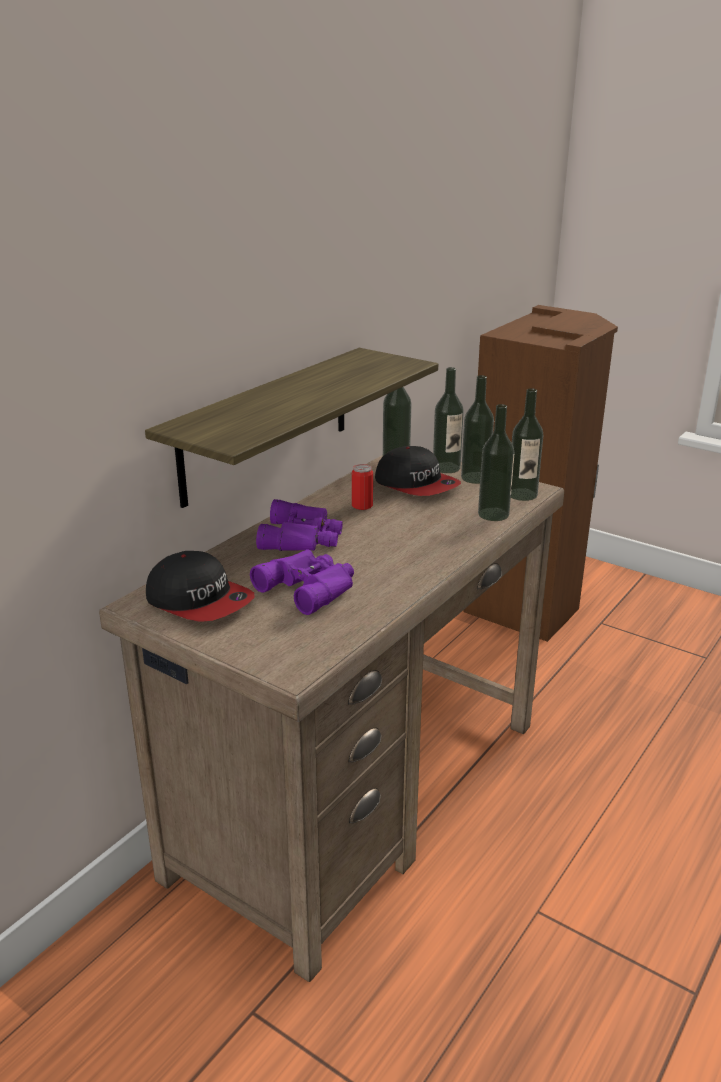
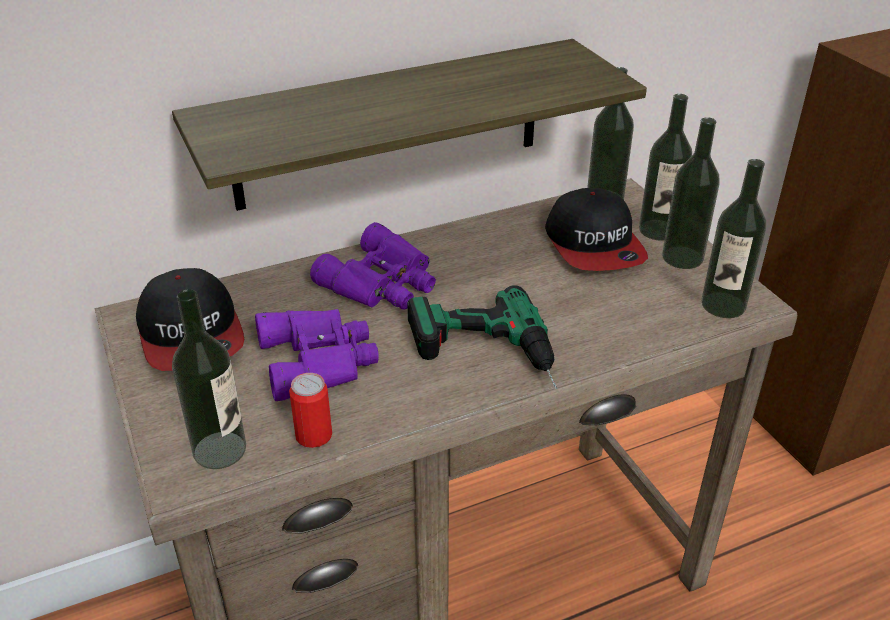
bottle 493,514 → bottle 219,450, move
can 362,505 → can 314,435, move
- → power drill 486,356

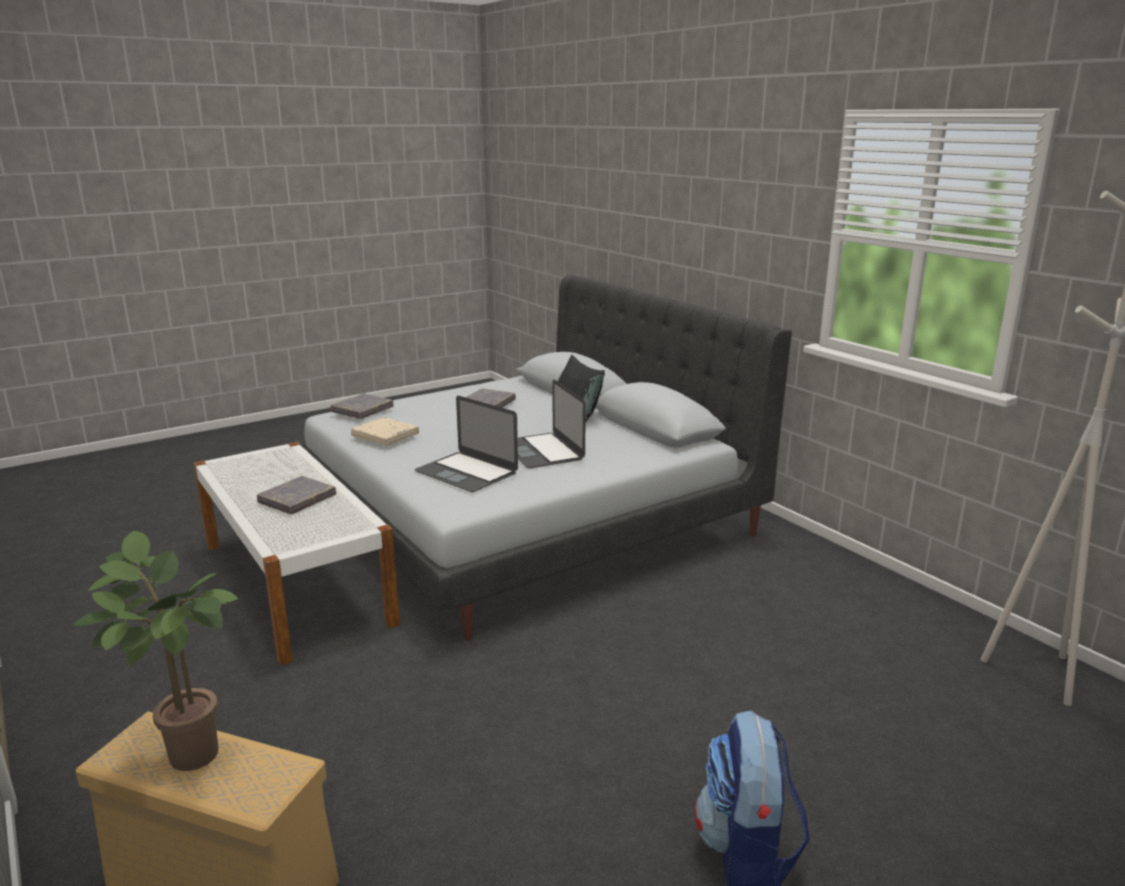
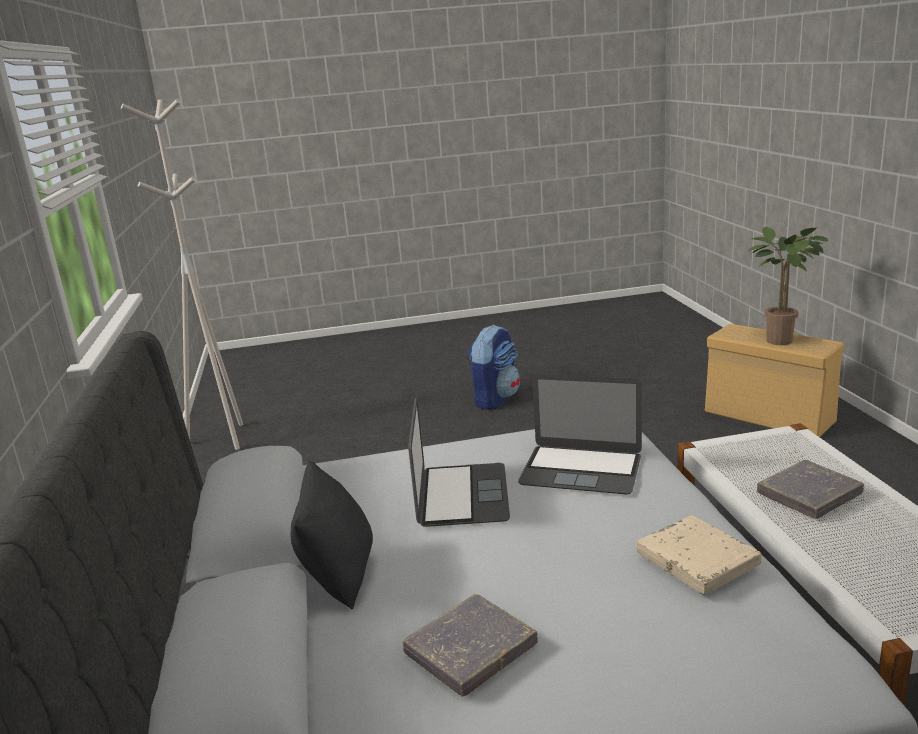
laptop 466,472 → laptop 581,469, 135 degrees clockwise
book/grey 362,410 → -

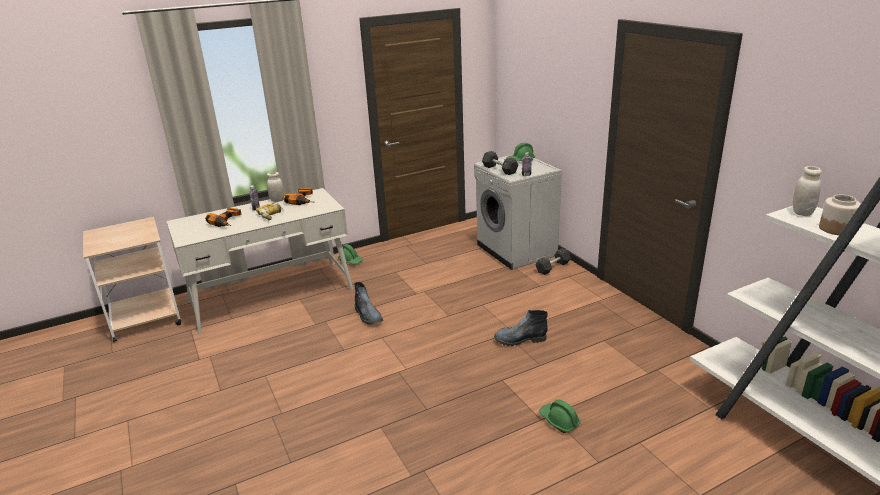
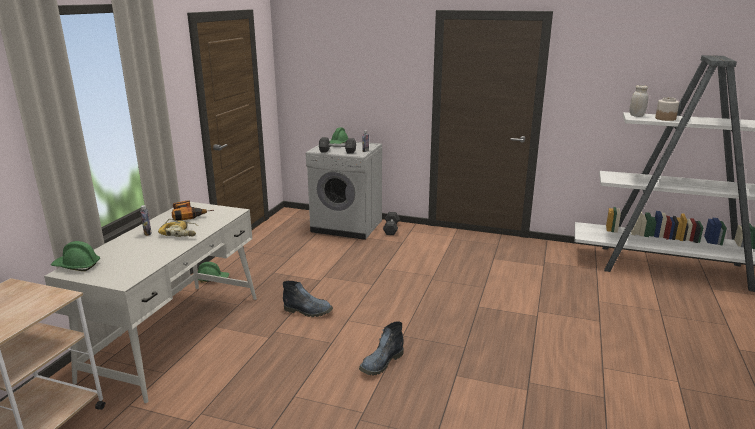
hard hat/green 559,421 → hard hat/green 76,266, move
boot 519,340 → boot 381,363, move
power drill 227,222 → -
jar/white 277,200 → -

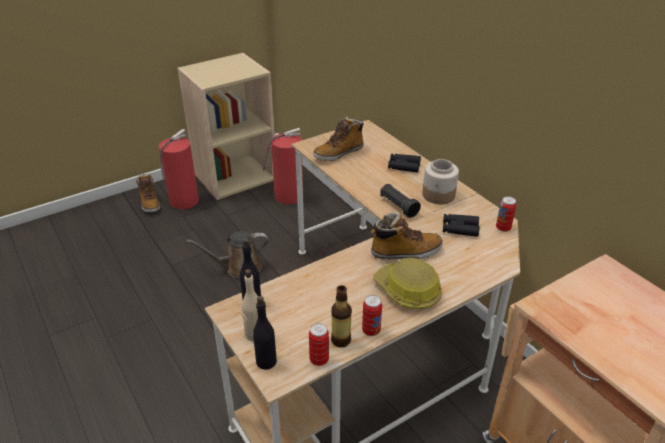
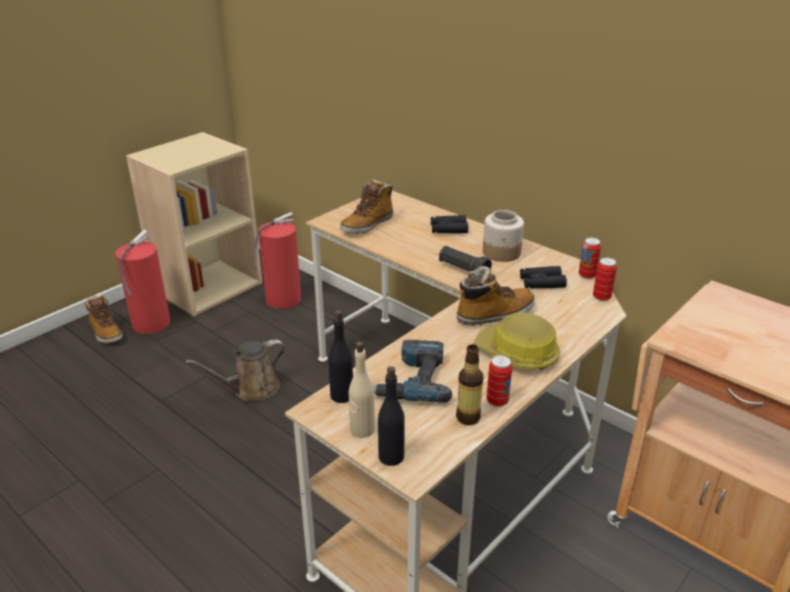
- → power drill 412,380
can 319,360 → can 601,297, move

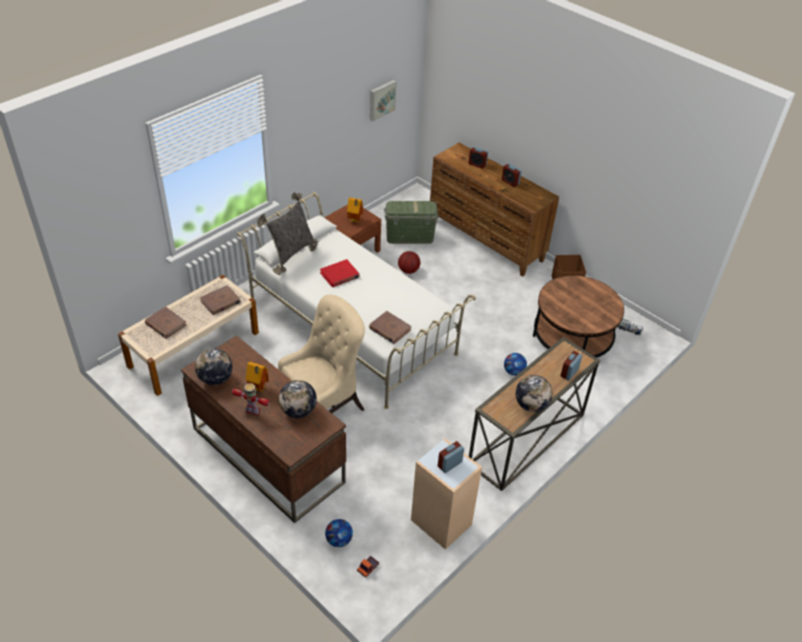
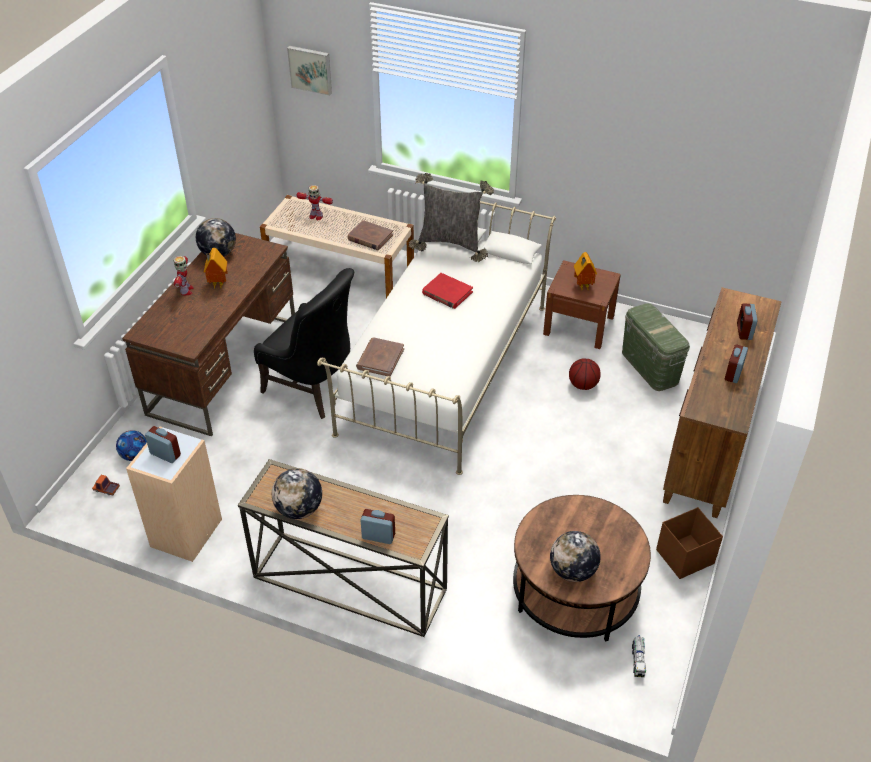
chair/beige 324,404 → chair/black 314,384
picture 381,100 → picture 311,69, move
book/brown 165,324 → toy robot 315,216
globe 298,411 → globe 572,571, move
football 513,371 → -

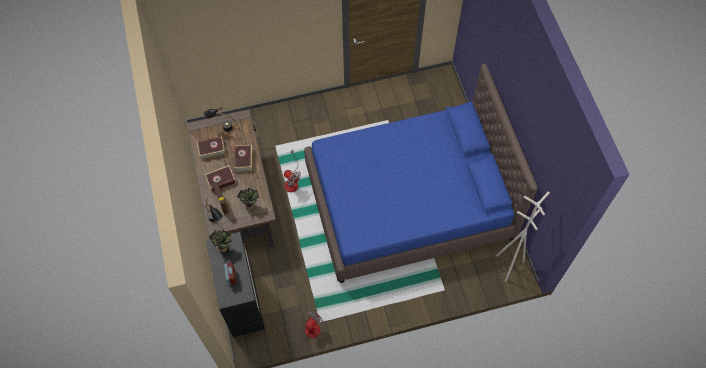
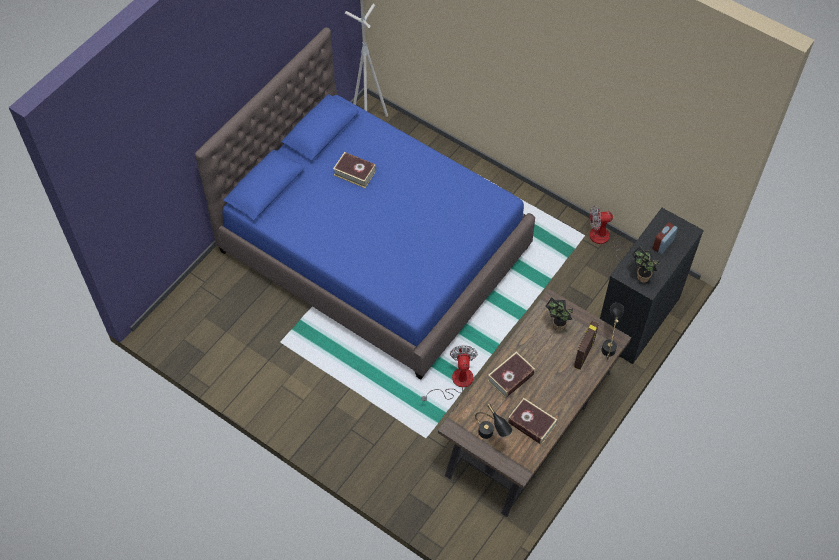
book 221,180 → book 355,173, move

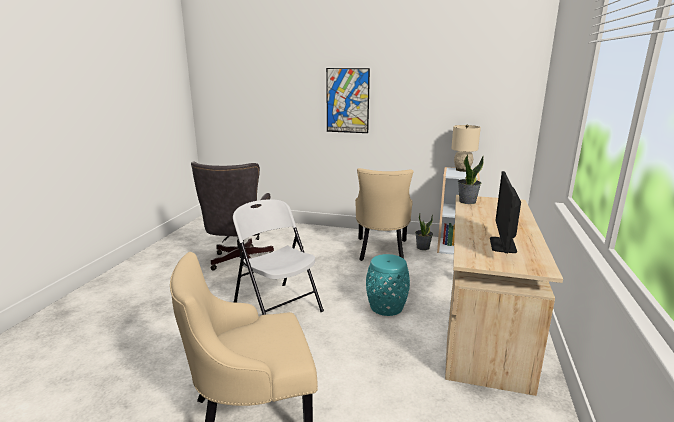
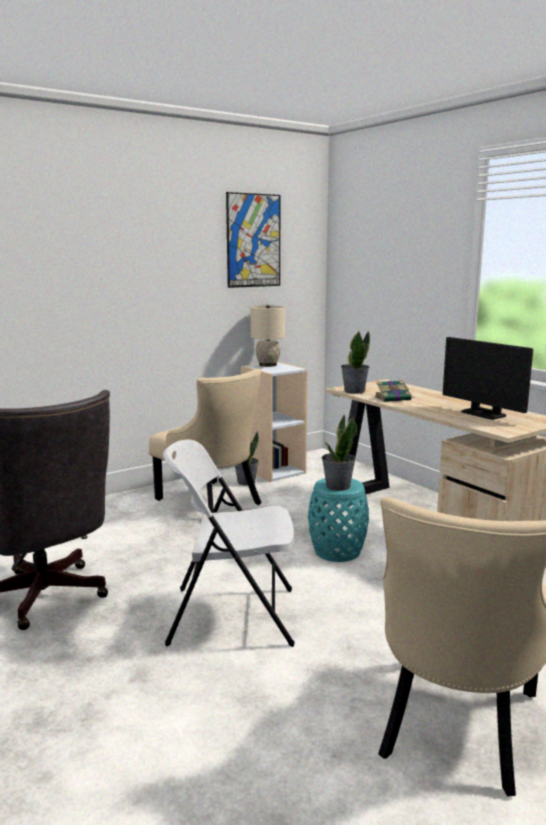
picture 347,101 → picture 253,240, move
- → potted plant 337,486
- → book 393,398

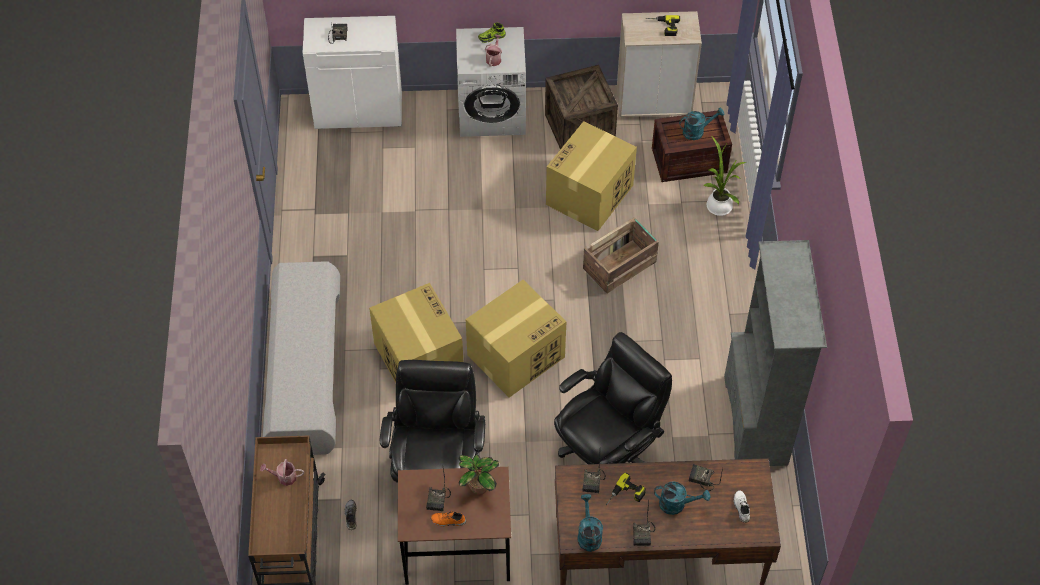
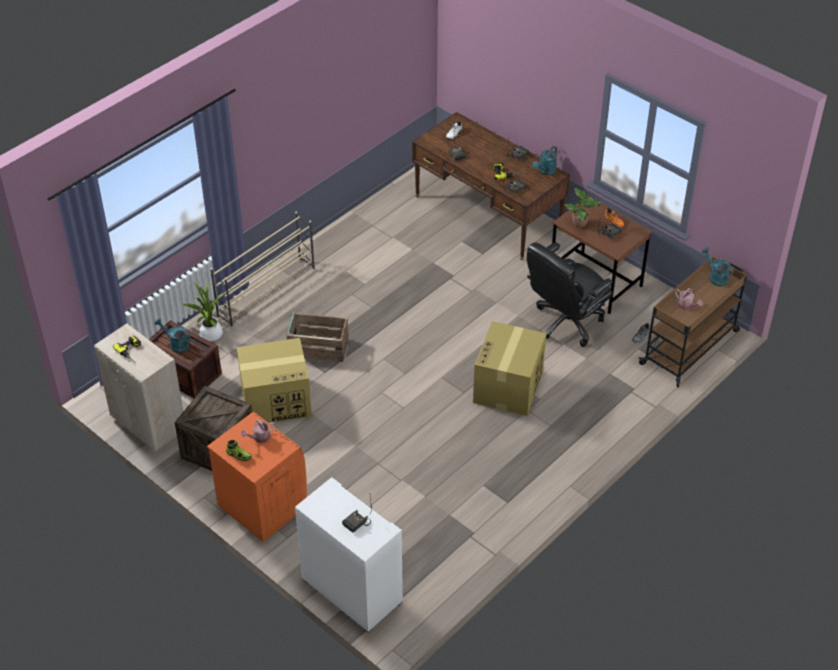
washing machine/white 492,115 → washing machine/orange 262,506
- → shoe rack/beige 267,292
watering can/turquoise 677,504 → watering can/turquoise 715,277, move
bench/grey 304,369 → -
cardboard box 516,355 → -
office chair/black 607,450 → -
bookcase/grey 756,420 → -

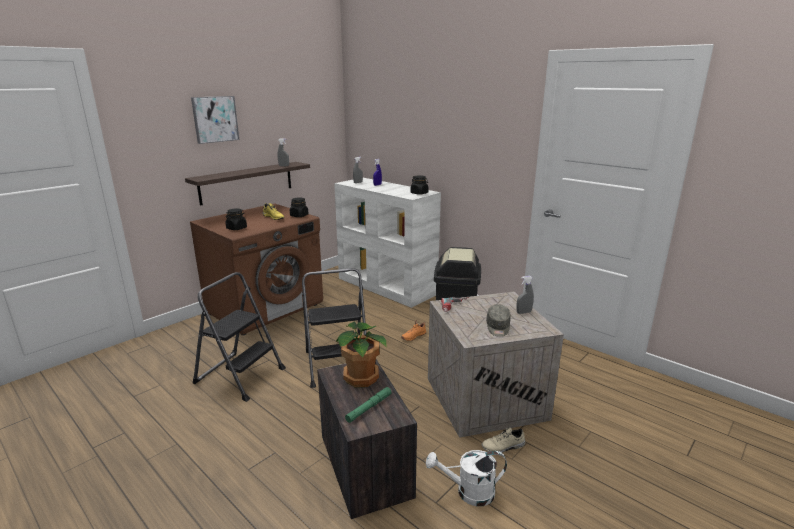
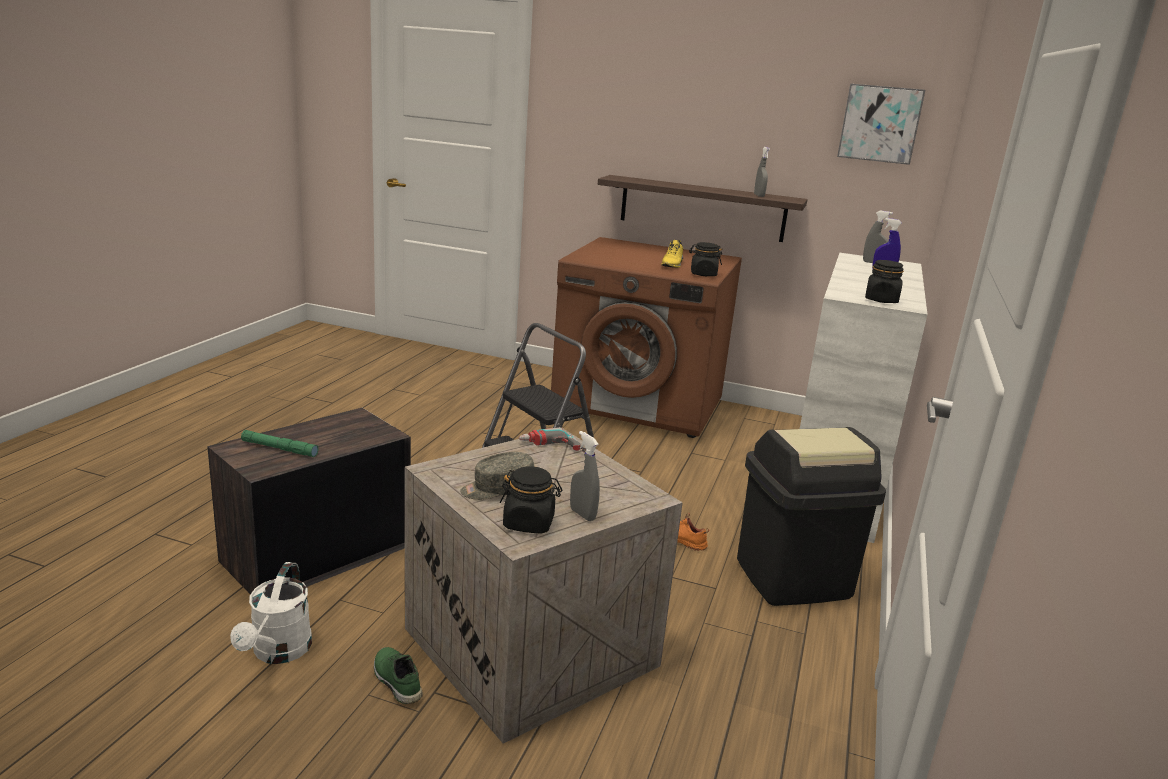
watering can/white 468,492 → watering can/white 278,653, 150 degrees counterclockwise
shoe/beige 503,447 → shoe/green 396,681
jar/black 236,228 → jar/black 529,523, move
picture 215,119 → picture 880,123, move
step ladder/black 237,374 → -
potted plant 362,377 → -

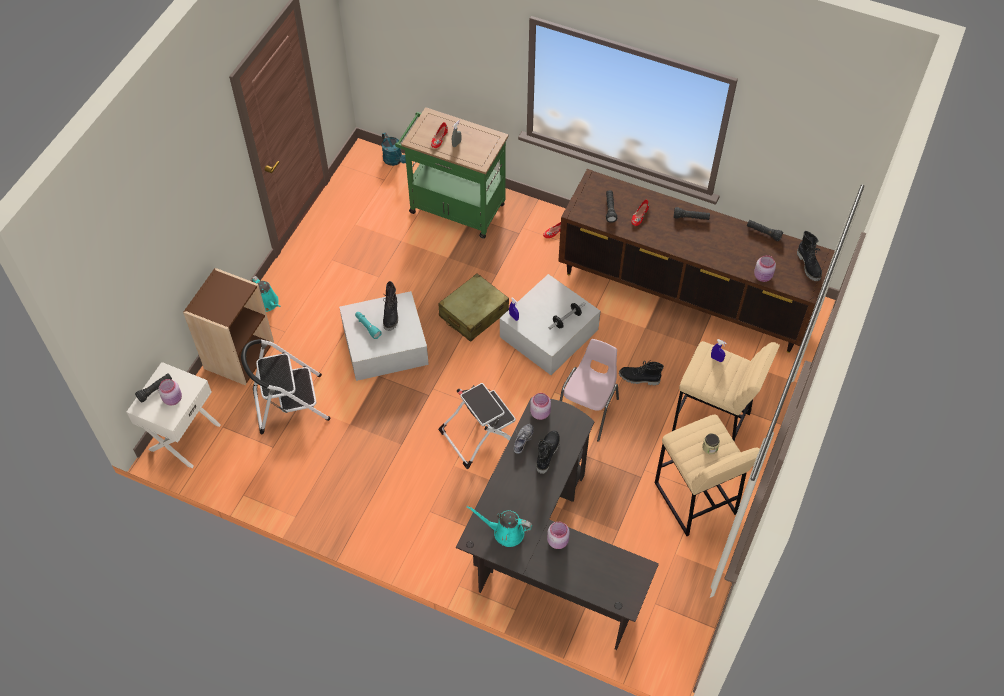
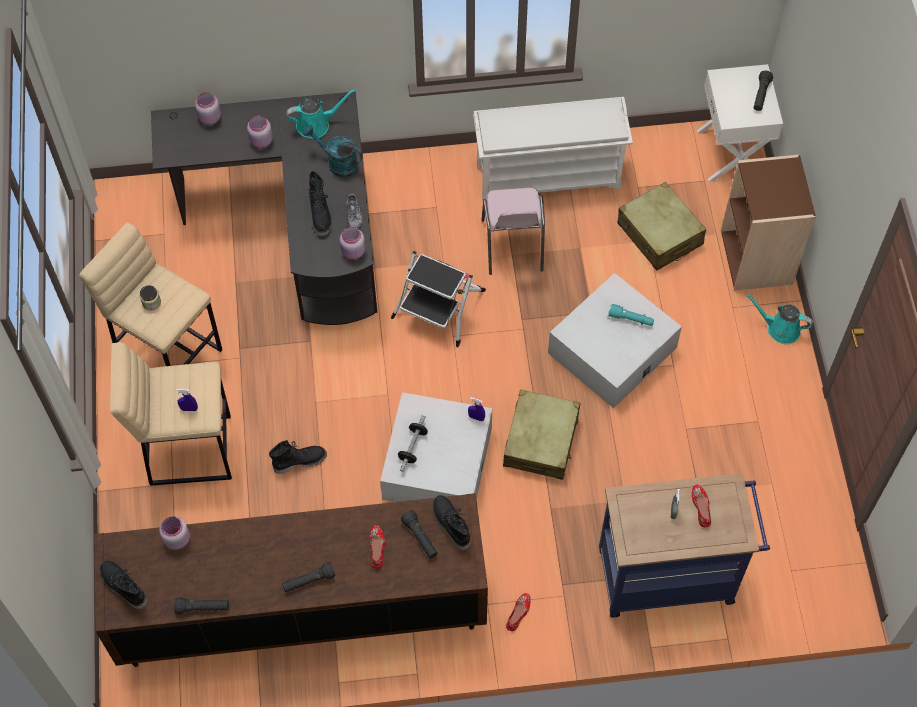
jar/pink 173,399 → jar/pink 209,118, move
watering can/turquoise 395,161 → watering can/turquoise 337,163, move
boot/black 391,315 → boot/black 450,524, move
- → shoe rack/white 549,175
chair/pink 588,411 → chair/pink 512,246, move
cart/green 454,208 → cart/blue 670,577
step ladder 288,404 → suitcase/beige 659,234

